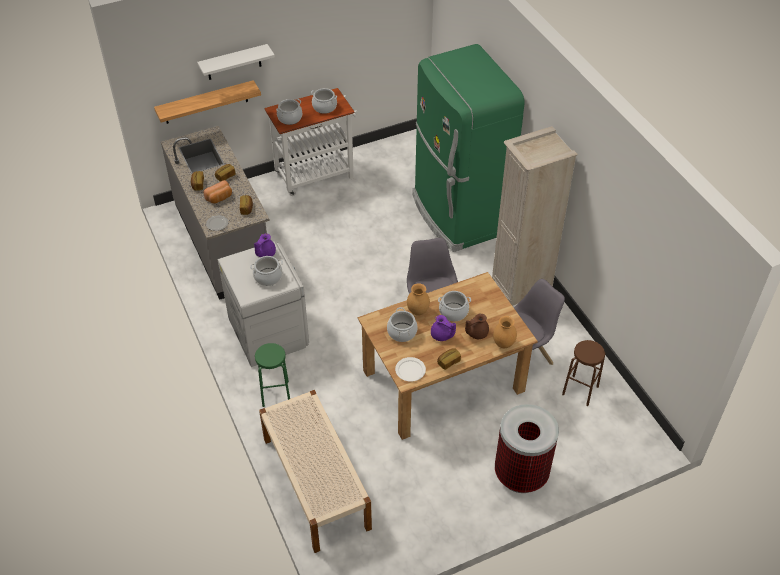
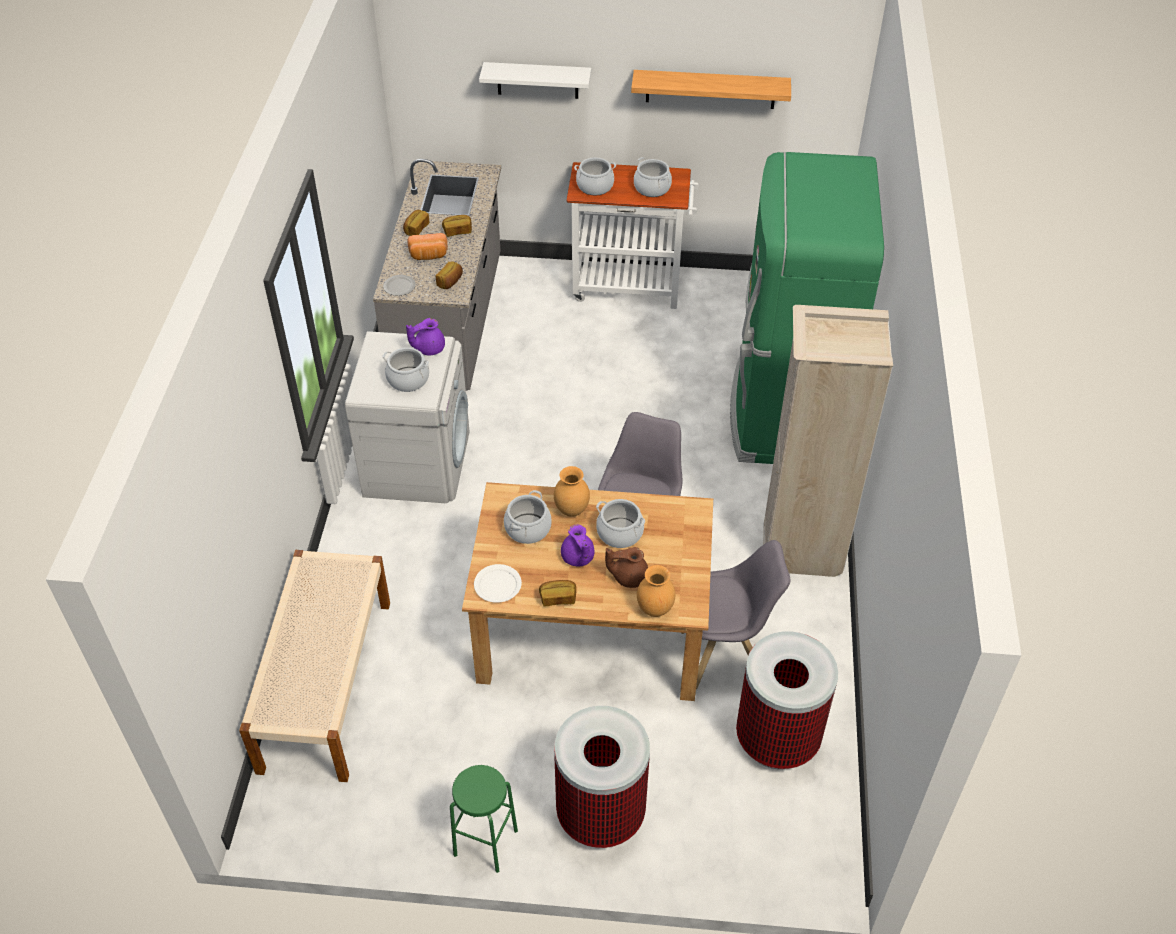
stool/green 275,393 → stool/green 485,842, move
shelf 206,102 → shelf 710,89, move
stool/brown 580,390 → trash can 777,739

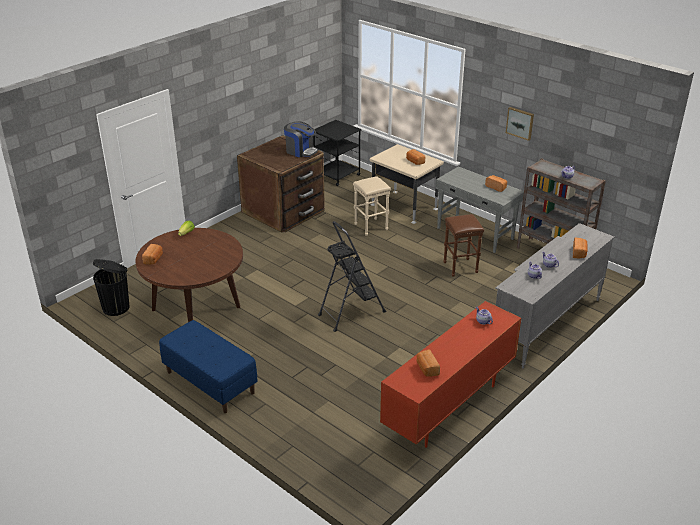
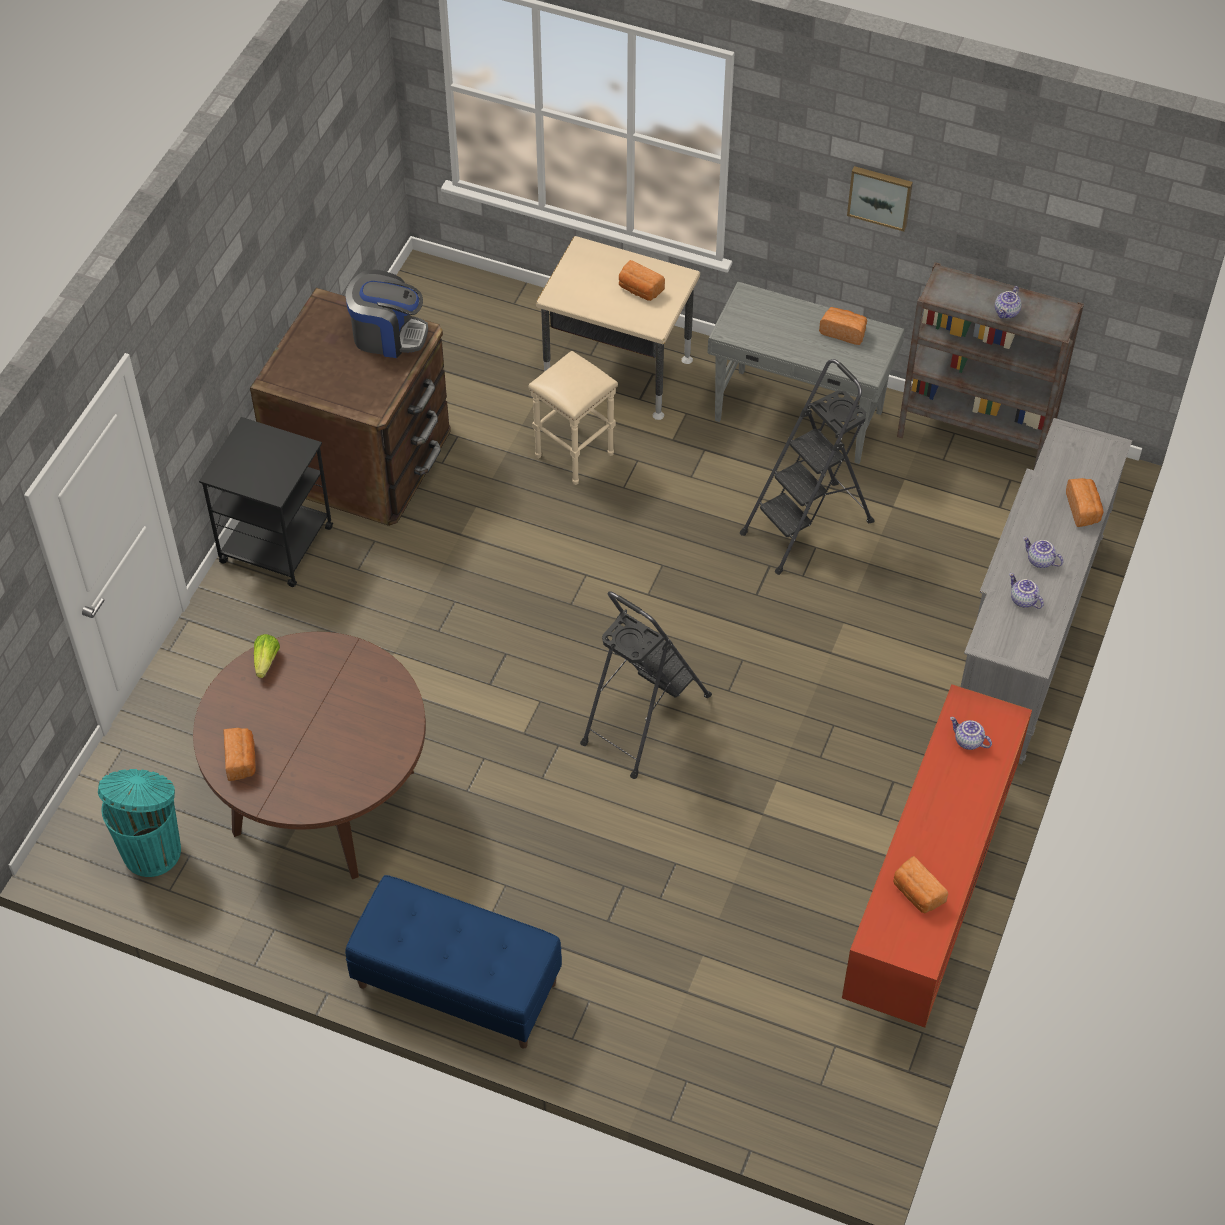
trash can/black 116,307 → trash can/turquoise 153,850
cart/black 337,175 → cart/black 276,542, move
stool/brown 461,267 → step ladder 808,525

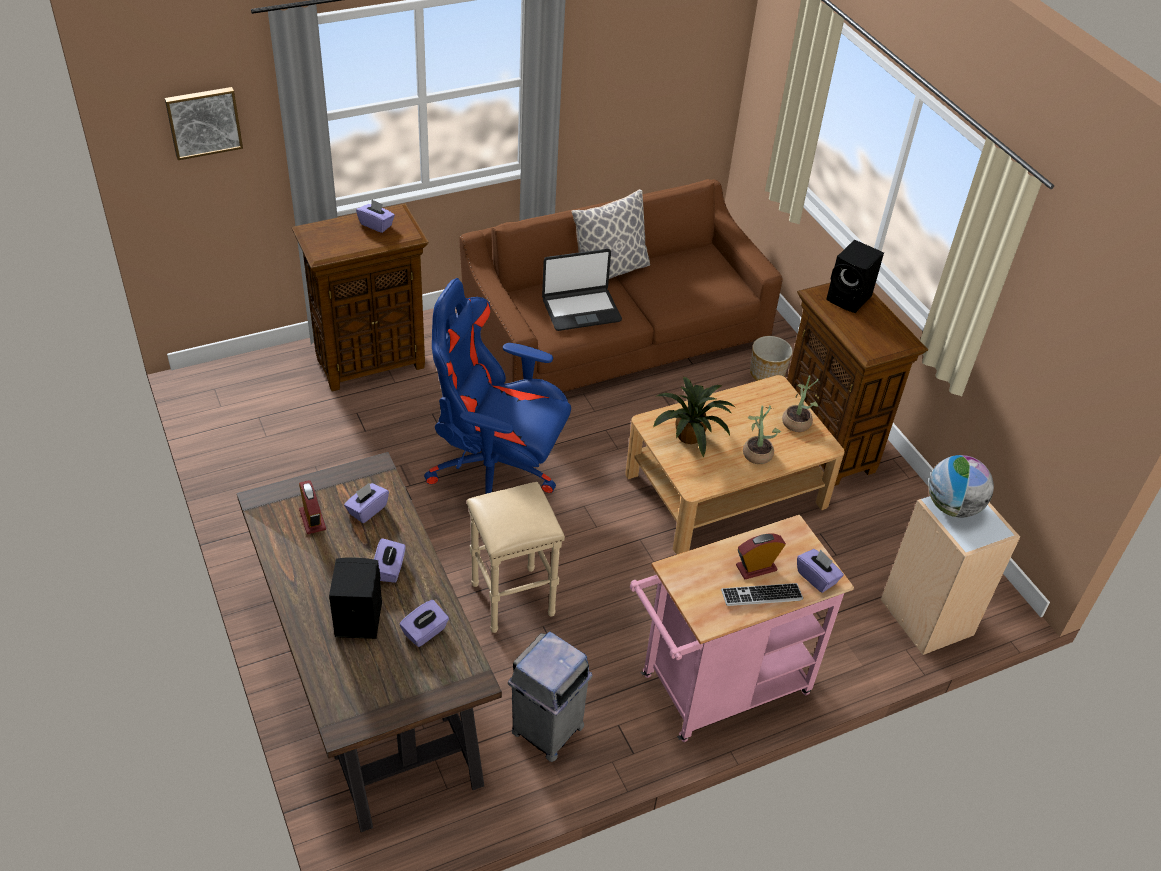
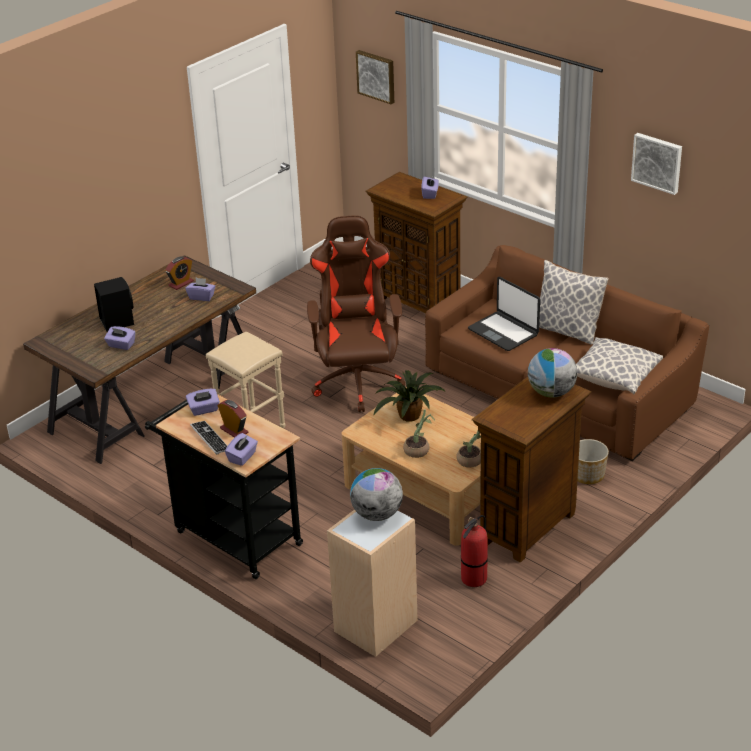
cart/pink 716,689 → cart/black 232,535
tissue box/purple 390,569 → tissue box/purple 204,410, move
office chair/blue 500,475 → office chair/brown 358,387
- → fire extinguisher 474,579
speaker/black 850,299 → globe 551,392
- → pillow 613,378
- → picture 657,162
trash can/grey 546,730 → -

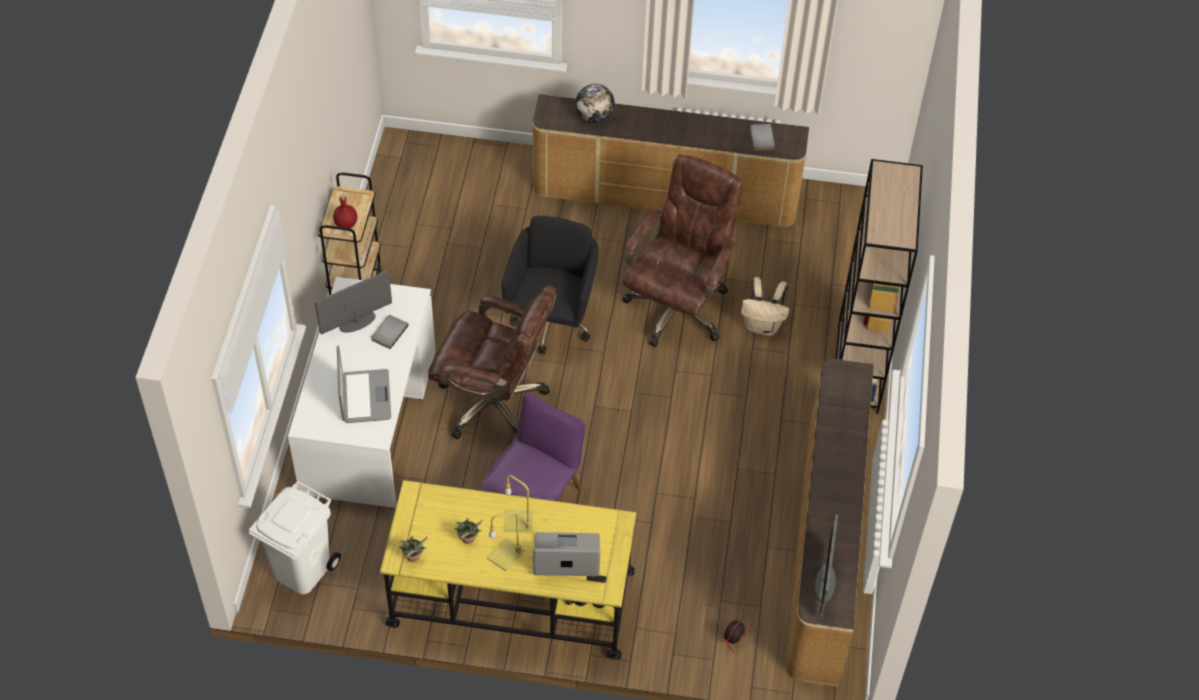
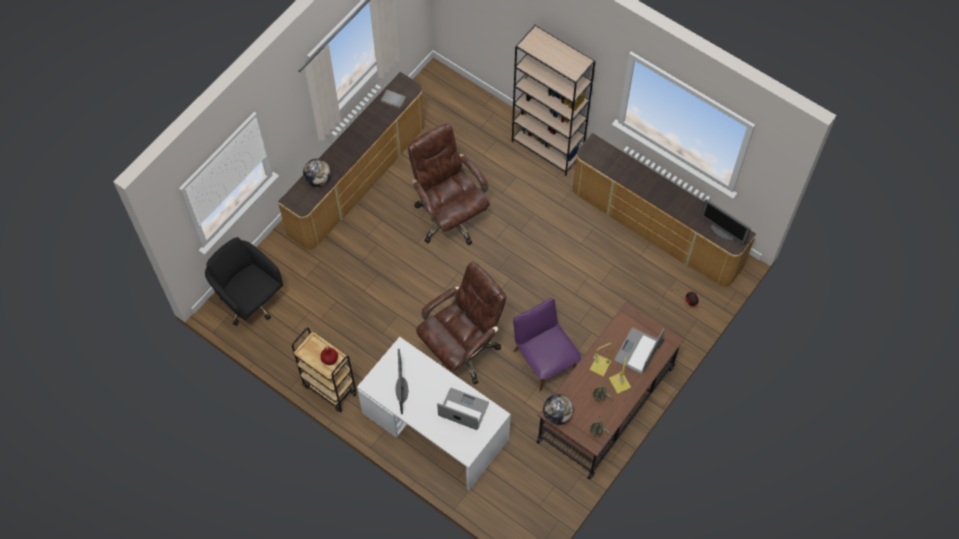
office chair/black 551,325 → office chair/black 251,303, move
desk/yellow 512,599 → desk/brown 606,404
- → globe 557,414
trash can/white 301,569 → -
book/grey 388,332 → -
backpack/beige 762,326 → -

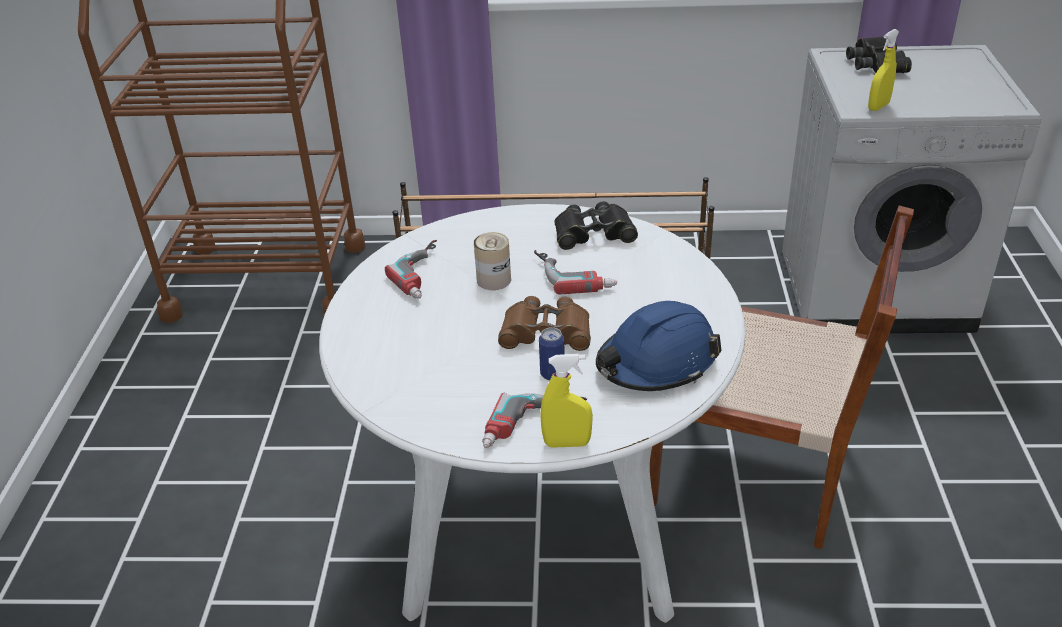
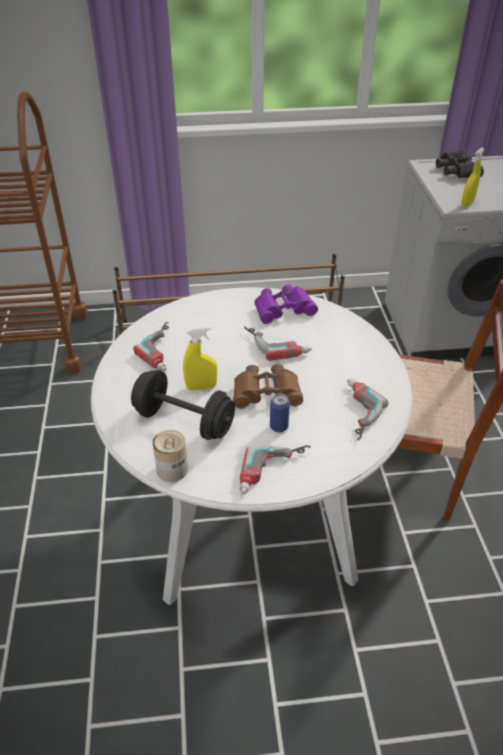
- → dumbbell/black 184,421
can 494,280 → can 172,469, move
spray bottle/yellow 567,443 → spray bottle/yellow 201,387, move
binoculars/black 593,233 → binoculars/purple 283,309
hard hat/blue 656,362 → power drill 353,412

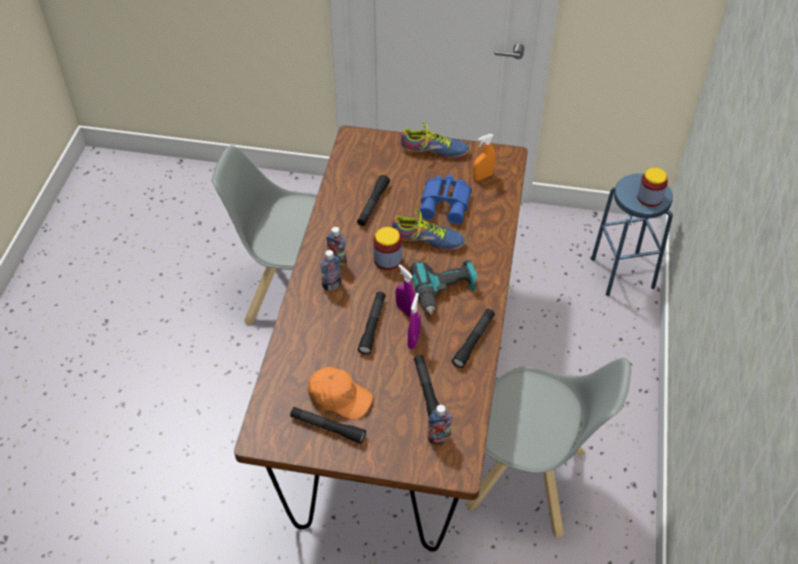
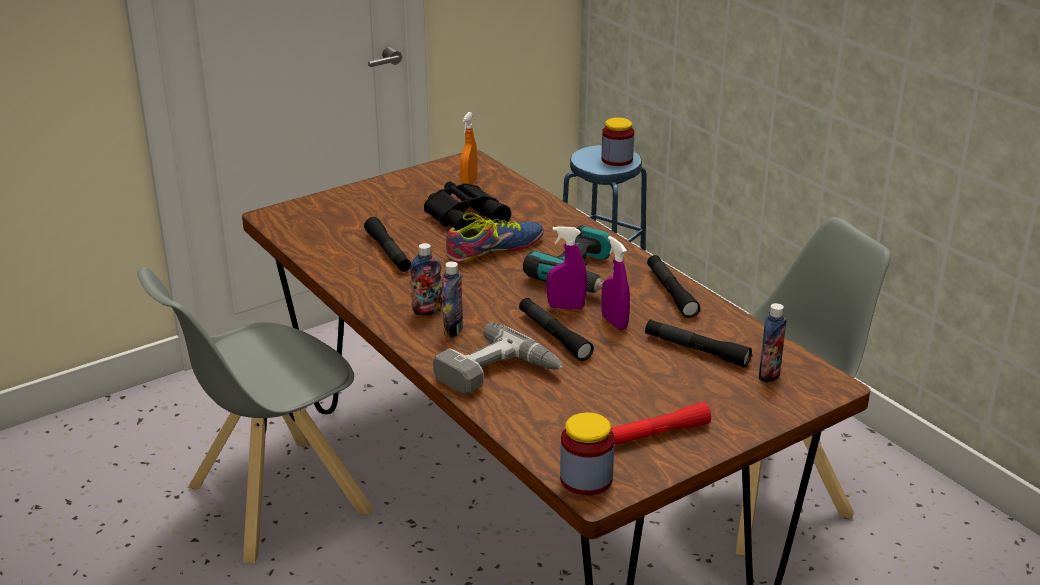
binoculars/blue 446,203 → binoculars/black 466,216
- → power drill 498,374
jar 387,259 → jar 586,479, move
flashlight/black 327,428 → flashlight/red 652,435
cap/orange 339,397 → -
shoe 434,149 → -

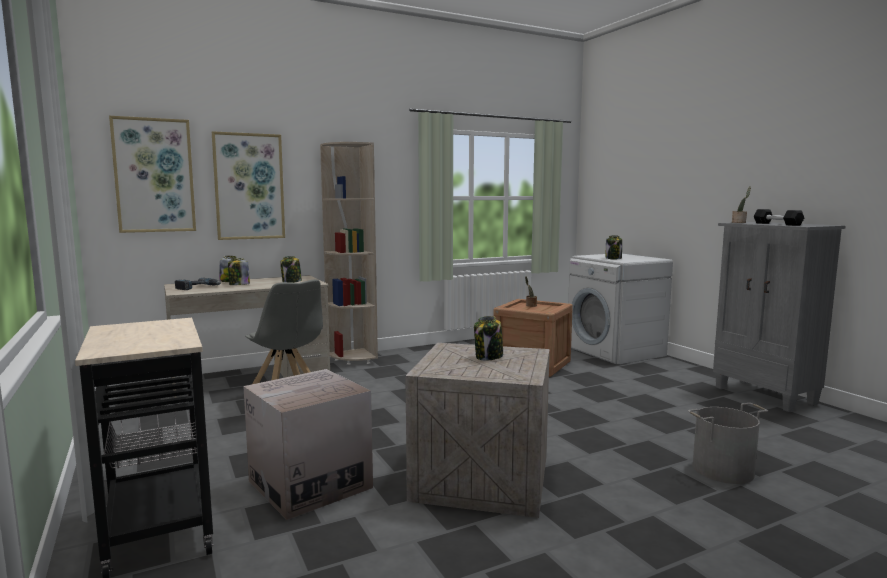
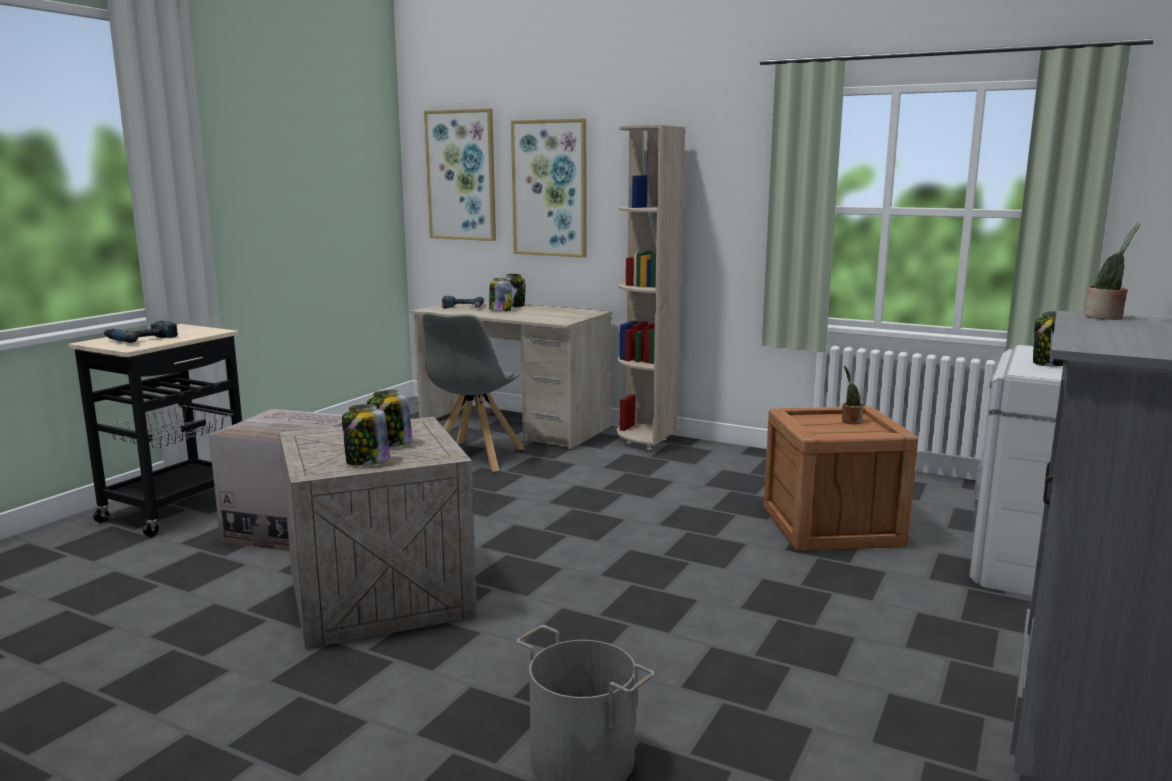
- → power drill 141,339
jar 291,282 → jar 367,462, move
dumbbell/black 777,224 → -

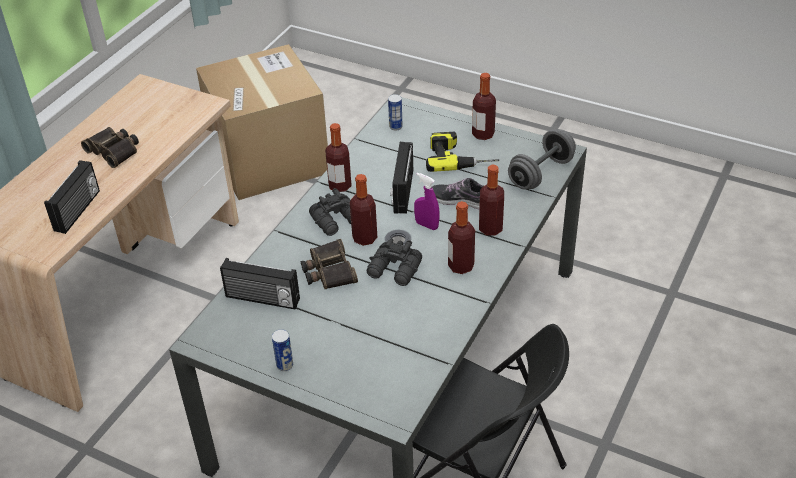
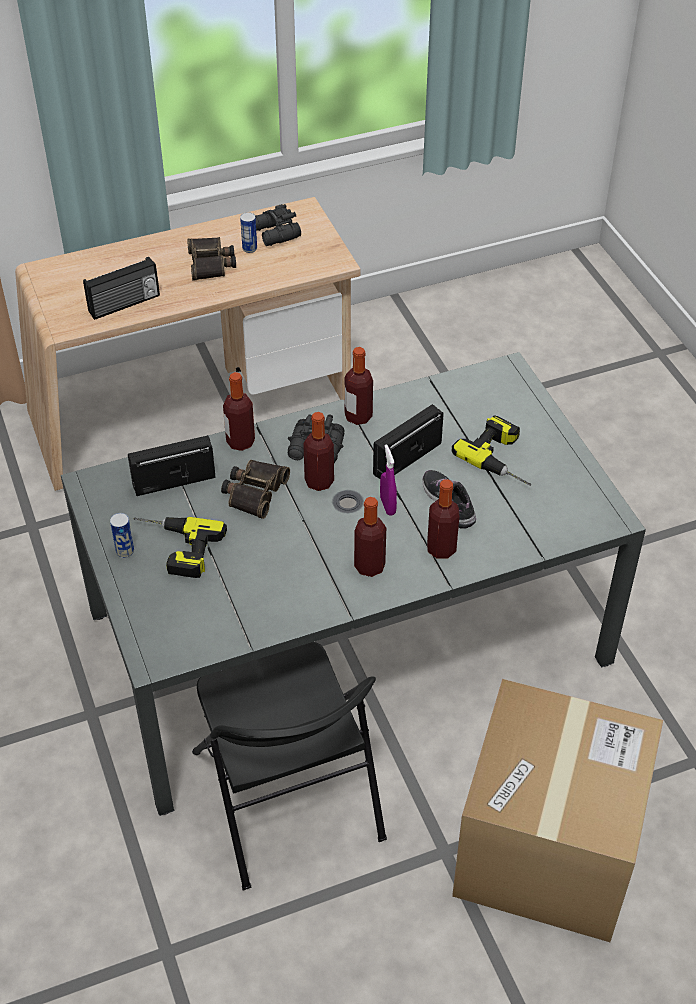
radio 262,299 → radio 174,480, 105 degrees clockwise
- → power drill 173,548
bottle 483,134 → bottle 240,442, move
can 395,126 → can 249,248, move
binoculars/black 395,270 → binoculars/black 275,234, move
cardboard box 269,159 → cardboard box 547,849, move
dumbbell/grey 540,173 → -

